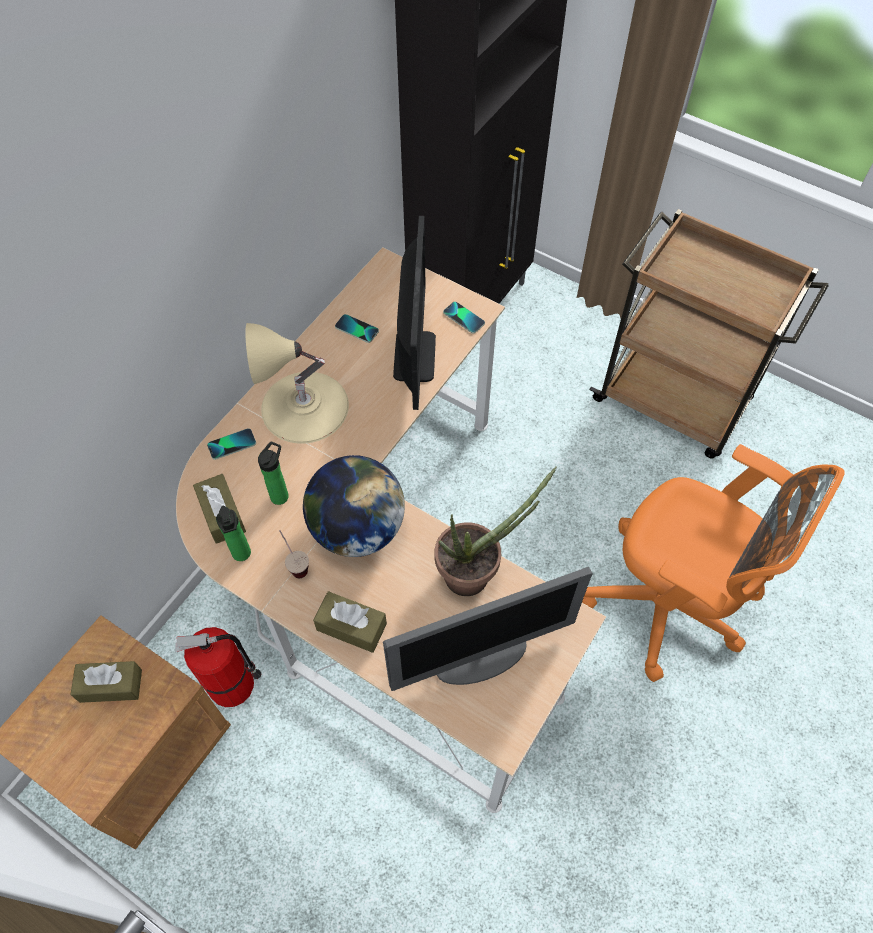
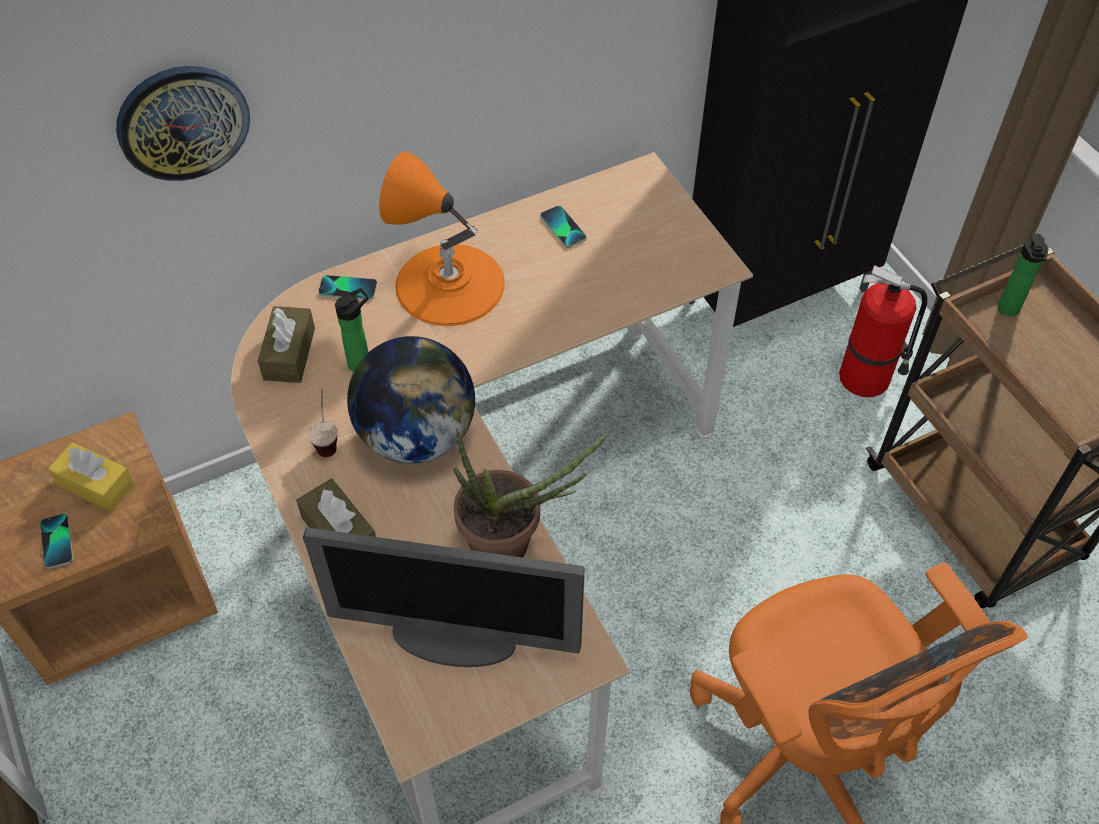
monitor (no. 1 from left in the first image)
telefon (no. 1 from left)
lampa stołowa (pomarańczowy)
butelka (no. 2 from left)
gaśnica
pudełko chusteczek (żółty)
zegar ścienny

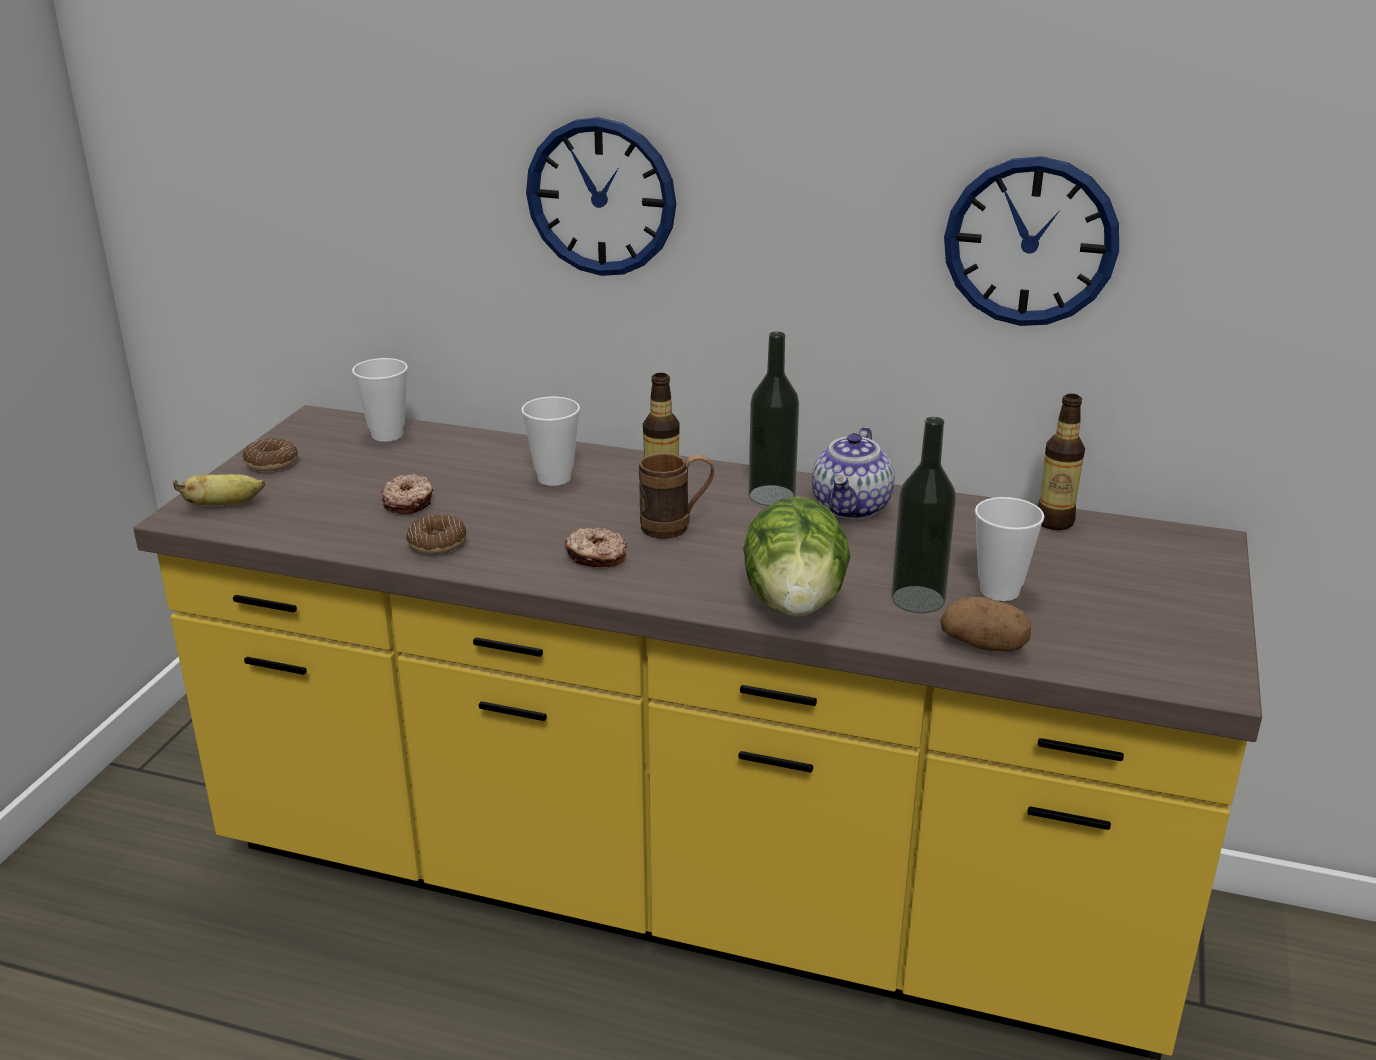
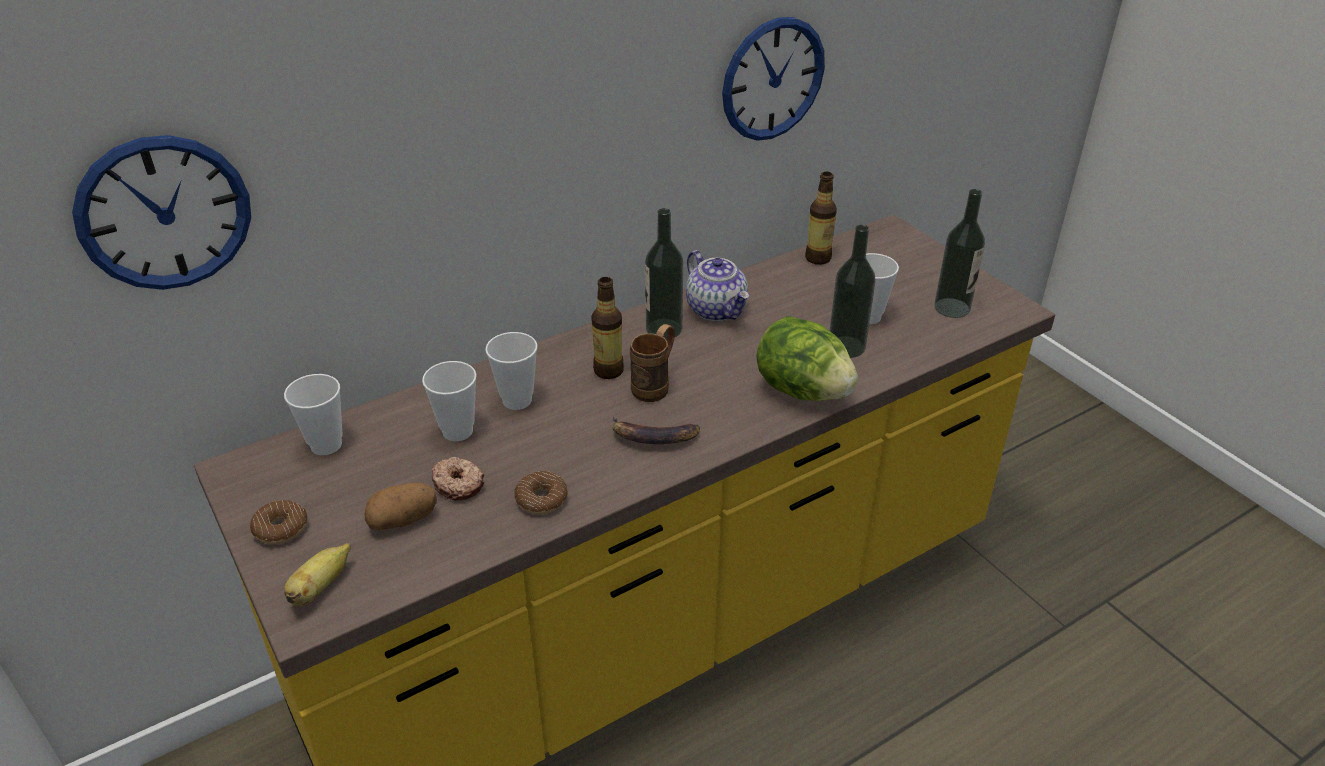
zegar ścienny (no. 1 from left)
banan (no. 2 from left)
ziemniak
butelka (no. 5 from left)
filiżanka (no. 2 from left)

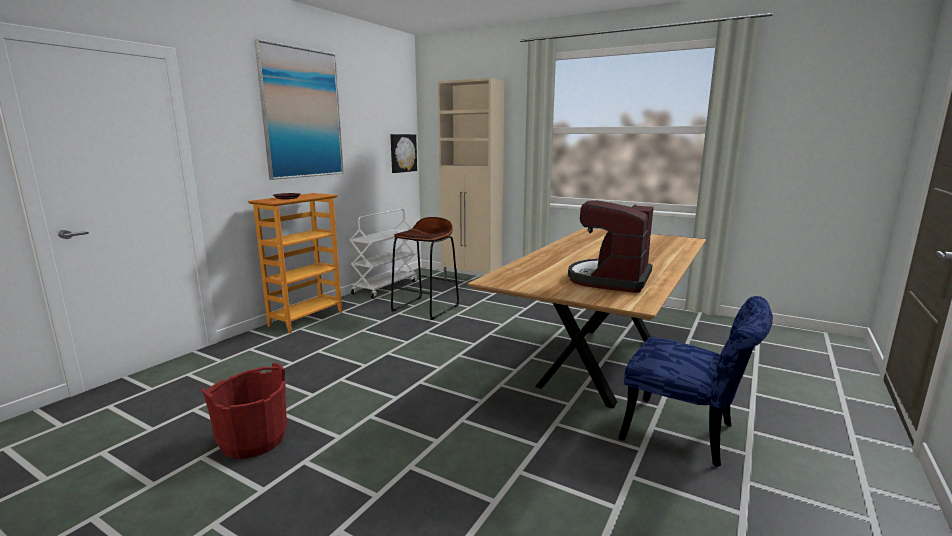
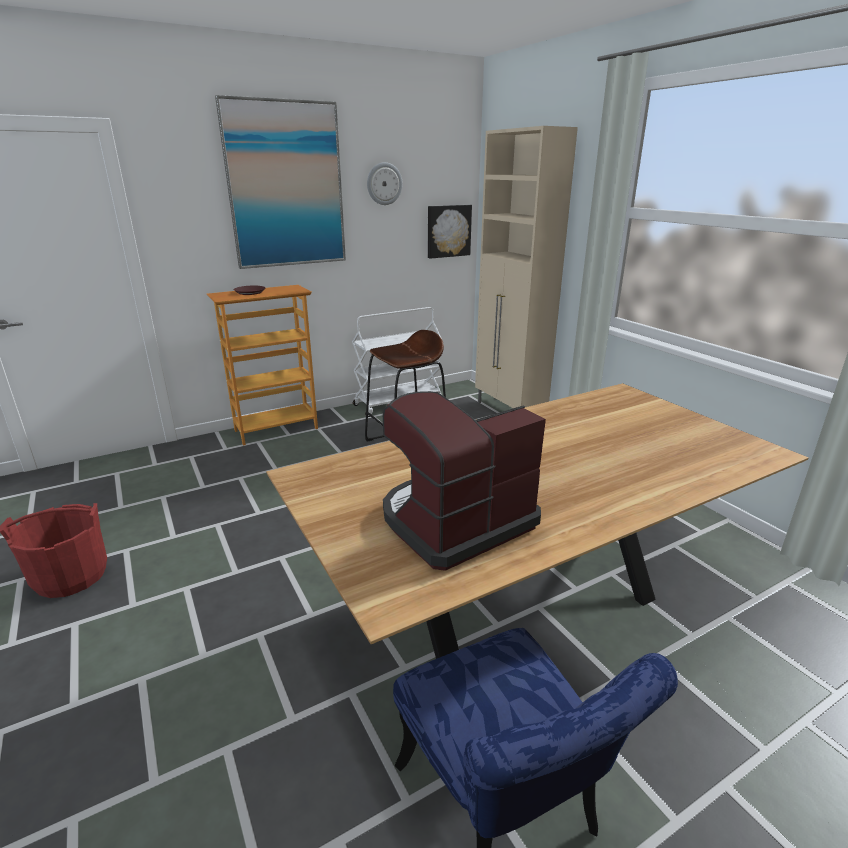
zegar ścienny

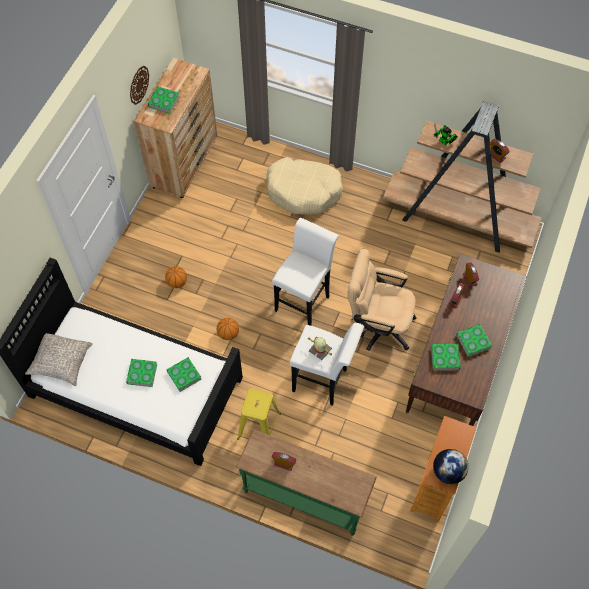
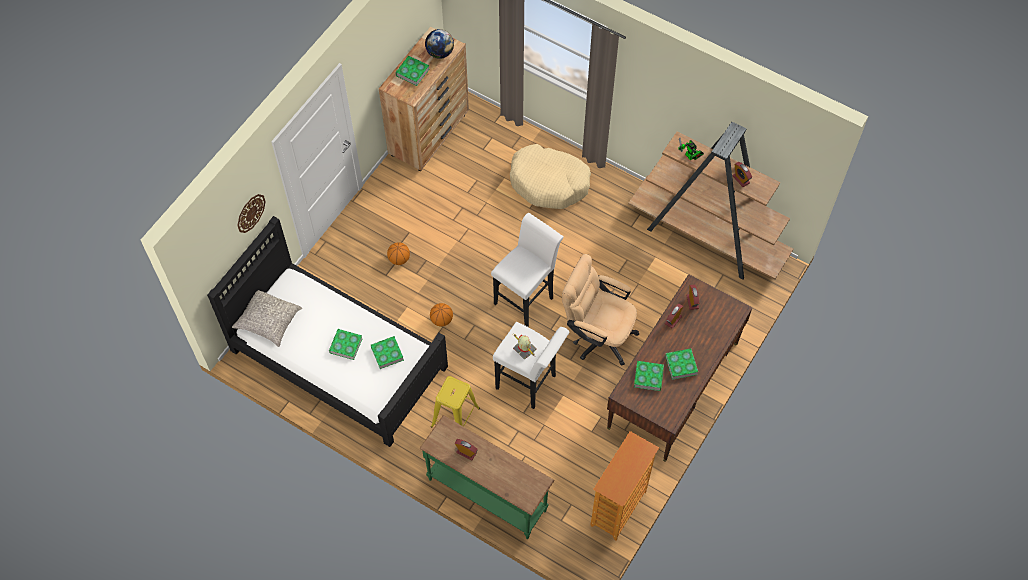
zegar ścienny
globus

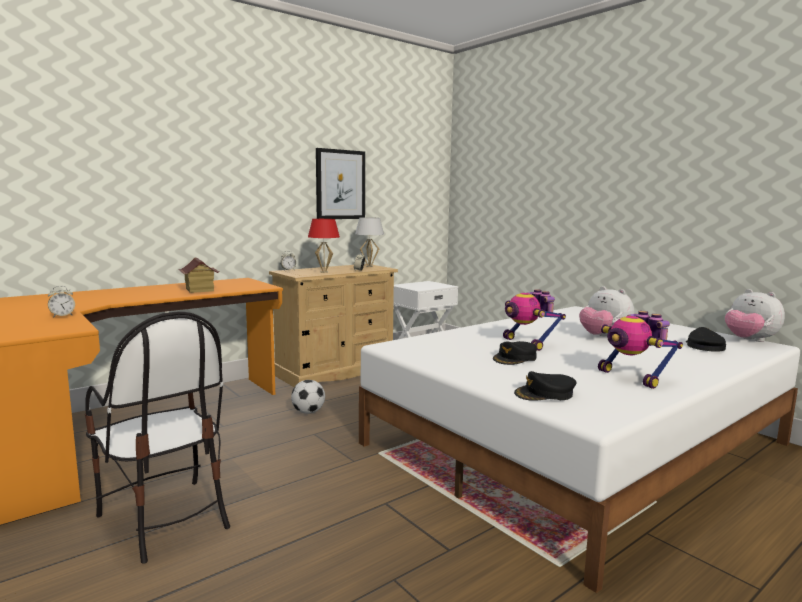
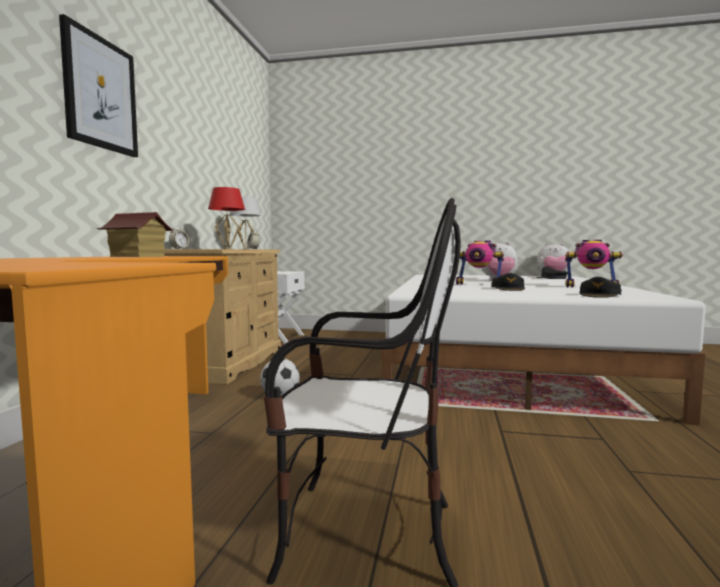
obraz
budzik (no. 1 from left in the first image)

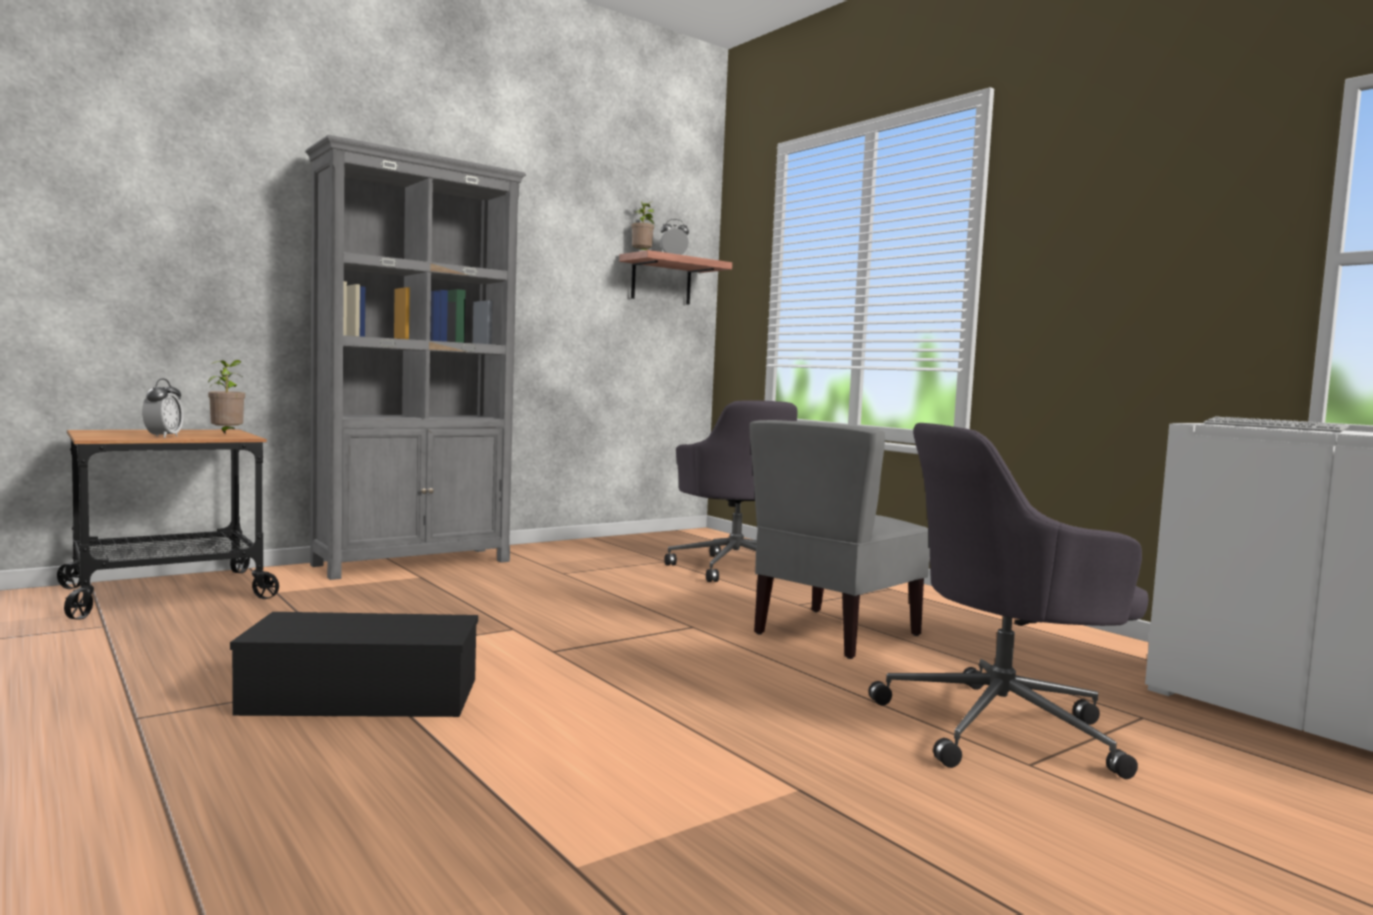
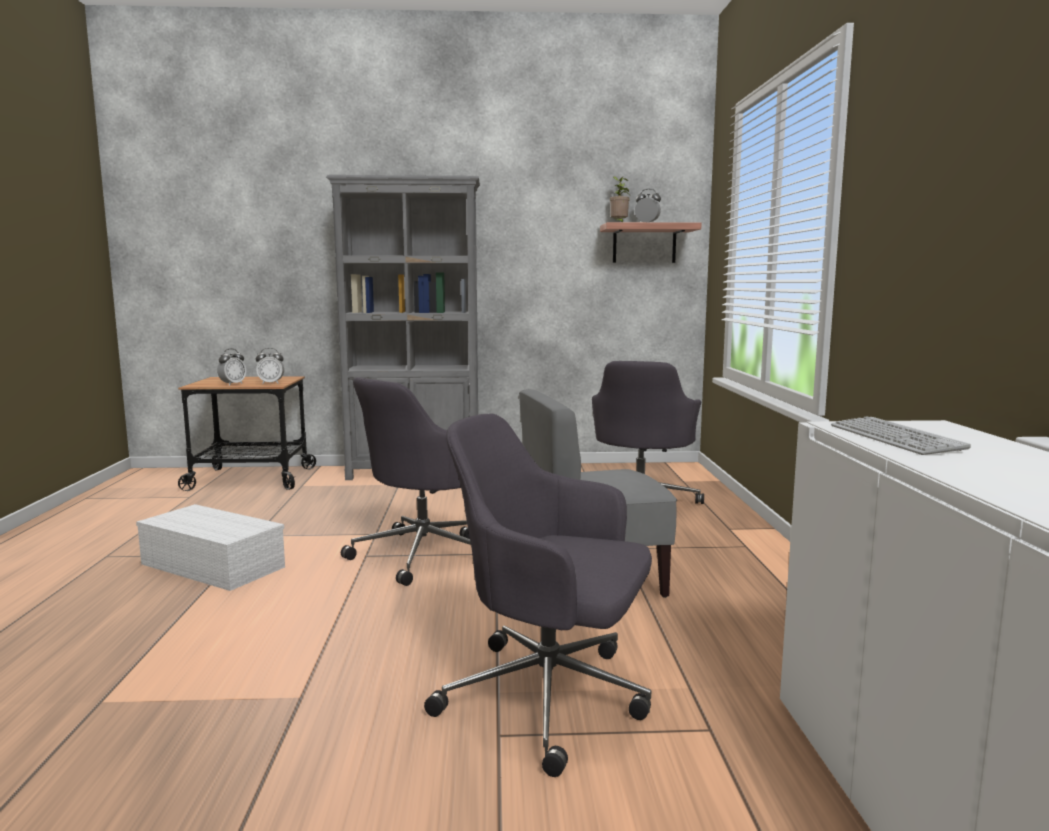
budzik (no. 2 from left)
pojemnik do przechowywania (biały)
krzesło biurowe (szary) (no. 1 from left)

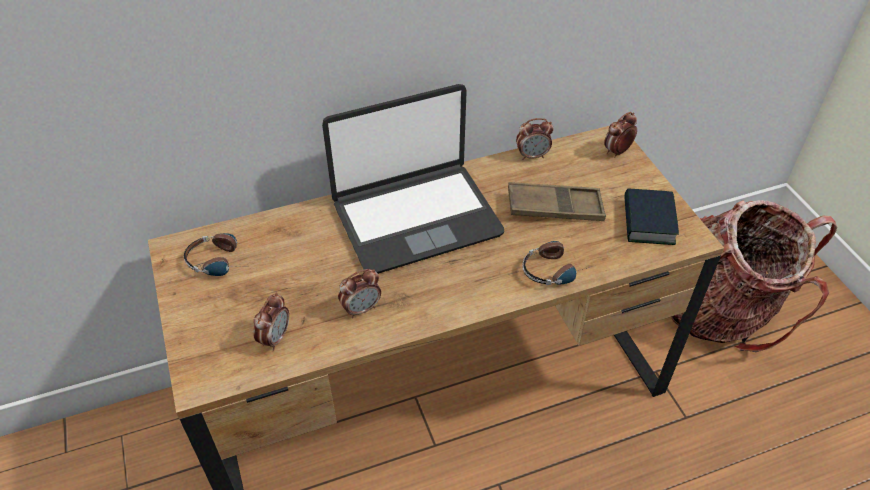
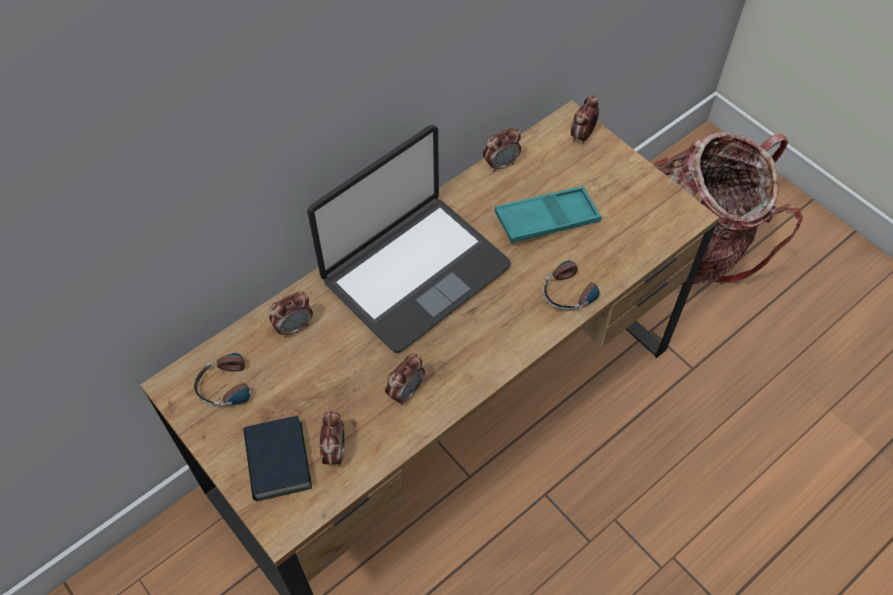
taca (turkusowy)
książka
budzik (no. 1 from left)

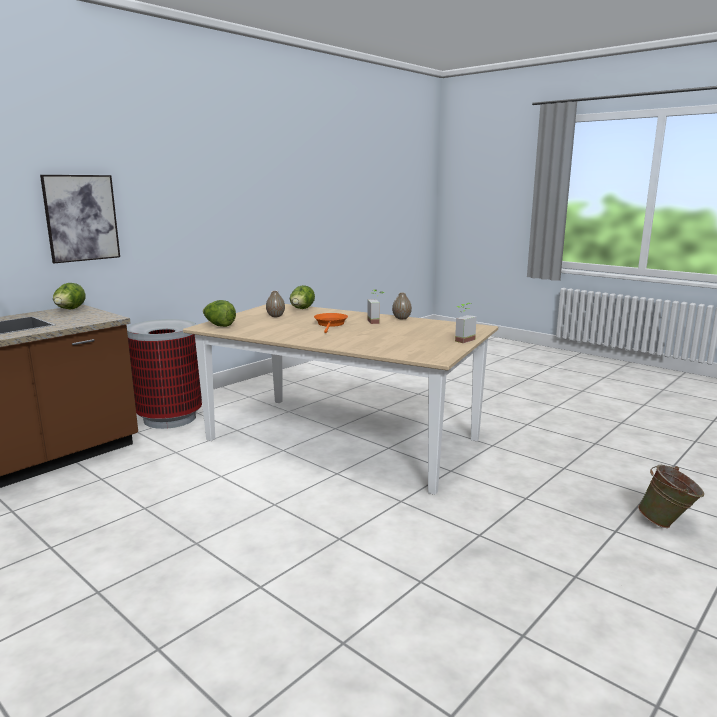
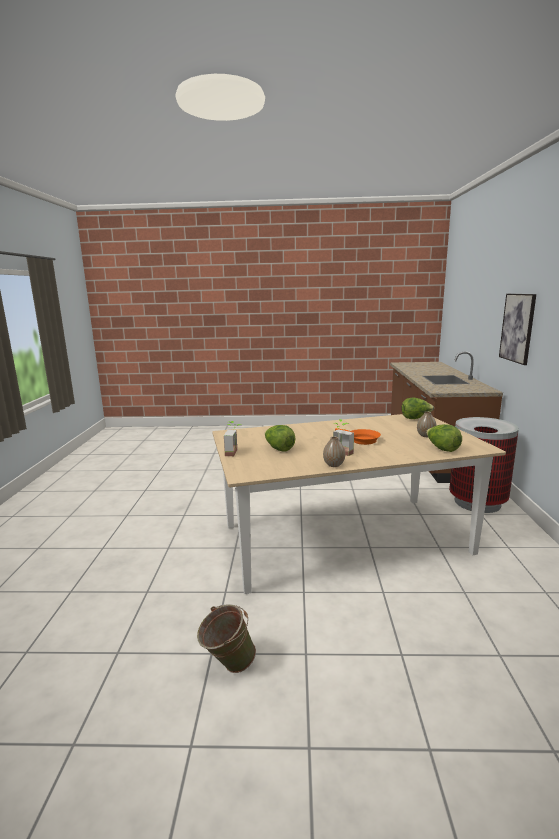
sałata (no. 1 from left)
wiadro (zielony)

